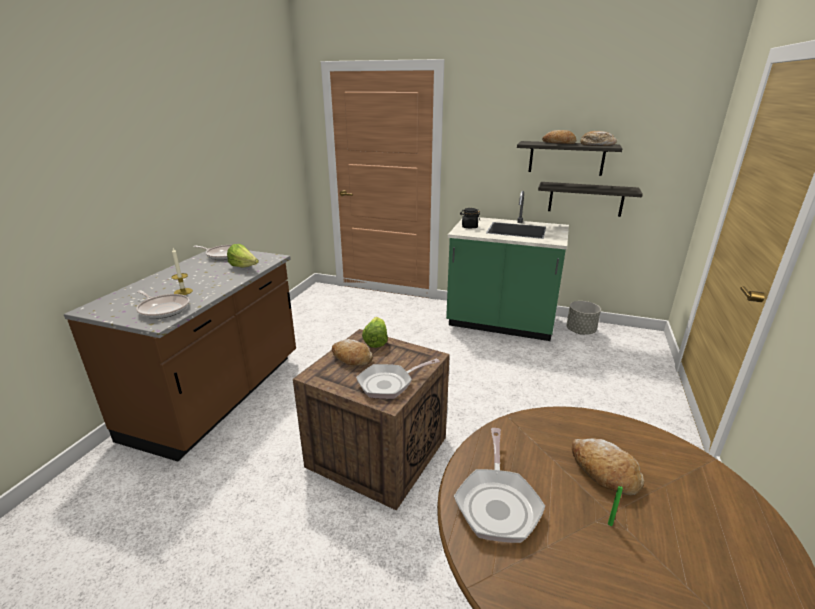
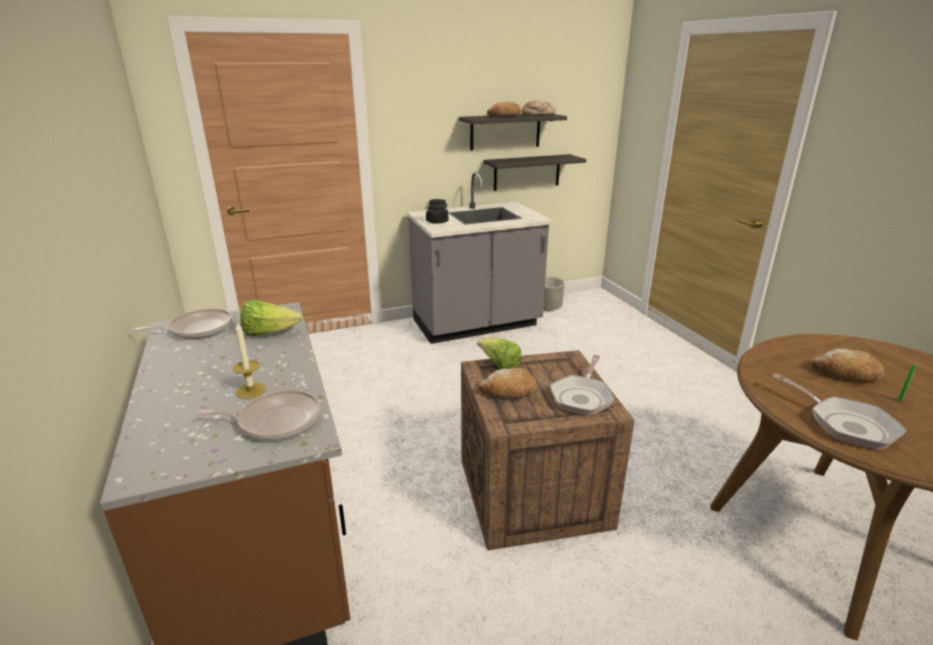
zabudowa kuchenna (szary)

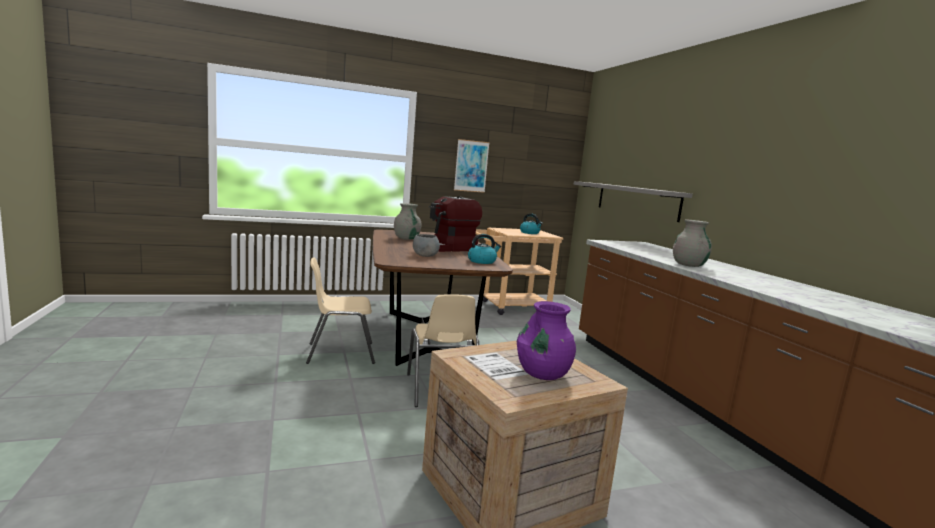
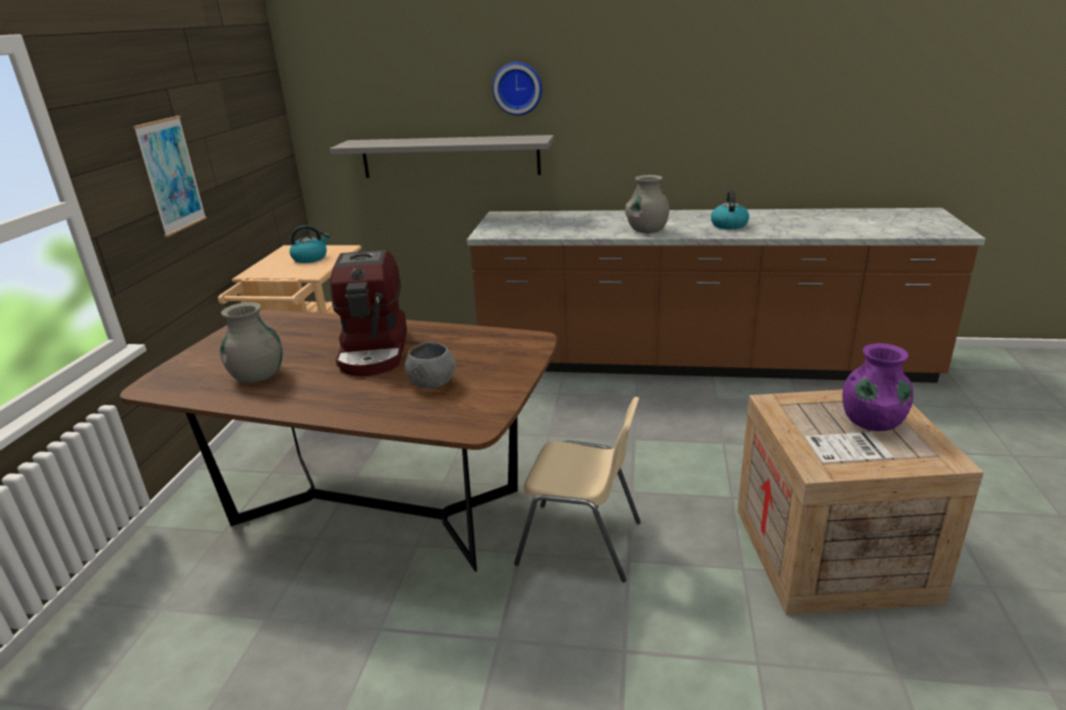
czajnik (no. 2 from left)
krzesło (beżowy) (no. 1 from left in the first image)
zegar ścienny

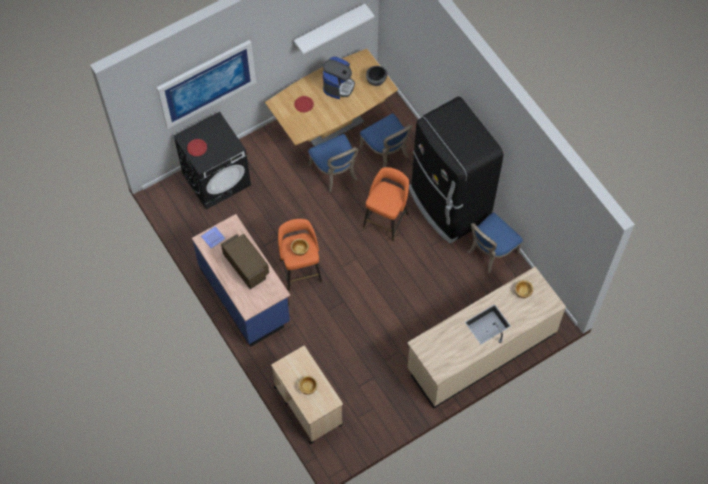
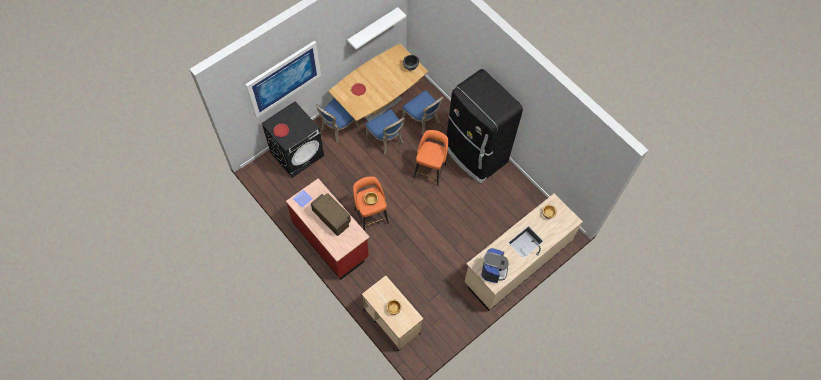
ekspres do kawy
krzesło (niebieski) (no. 1 from left)
zabudowa kuchenna (czerwony)

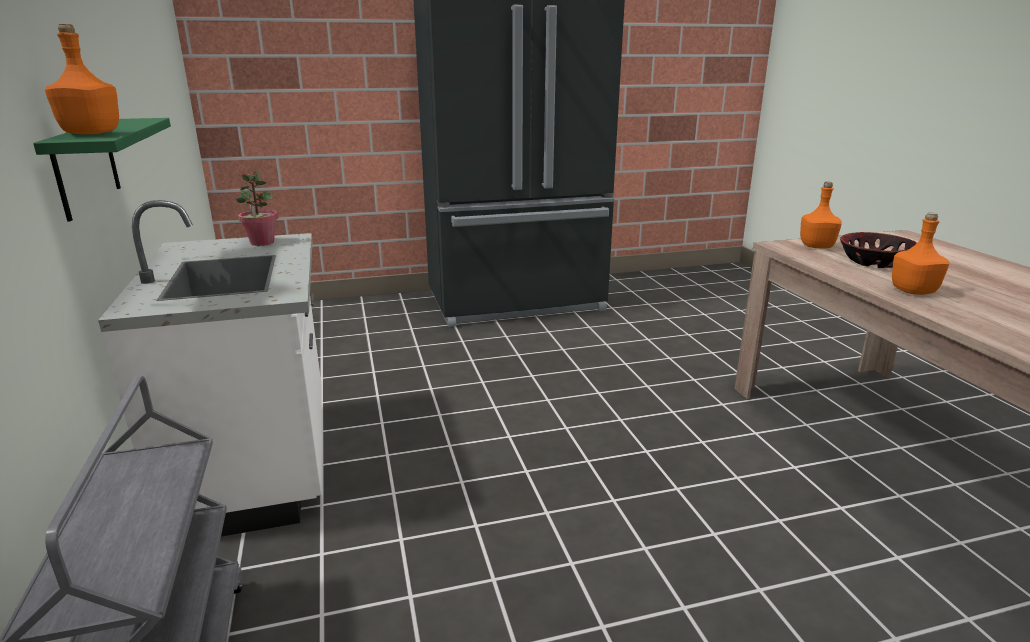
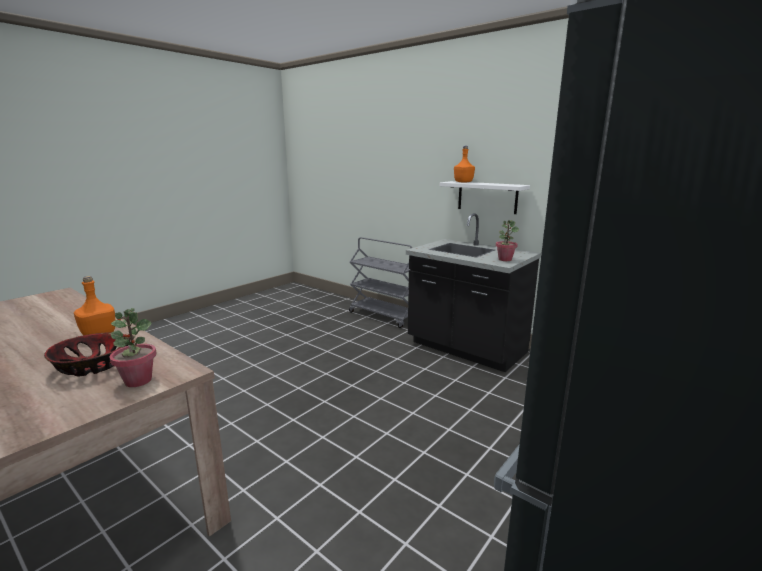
półka (biały)
roślina doniczkowa (no. 1 from left)
zabudowa kuchenna (czarny)

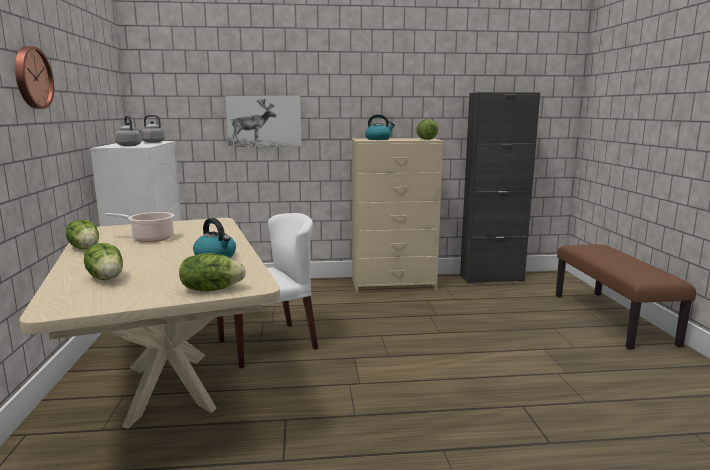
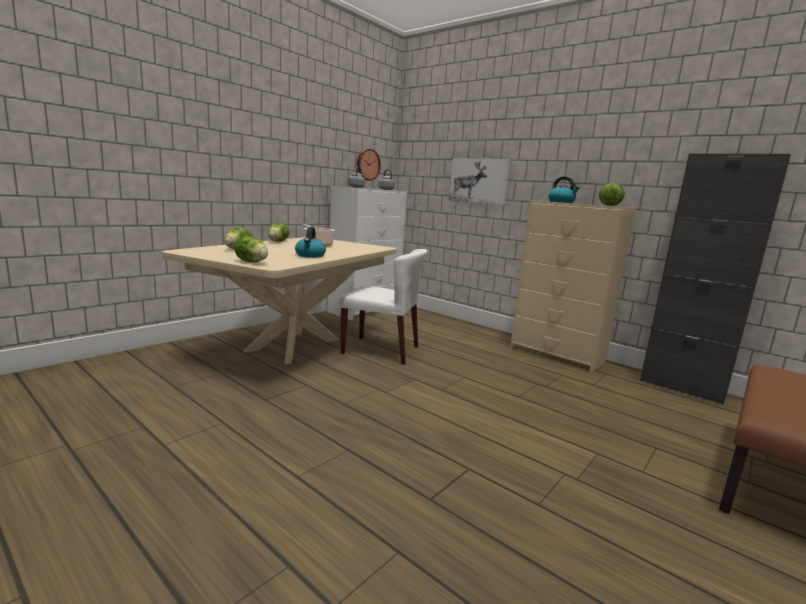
zegar ścienny

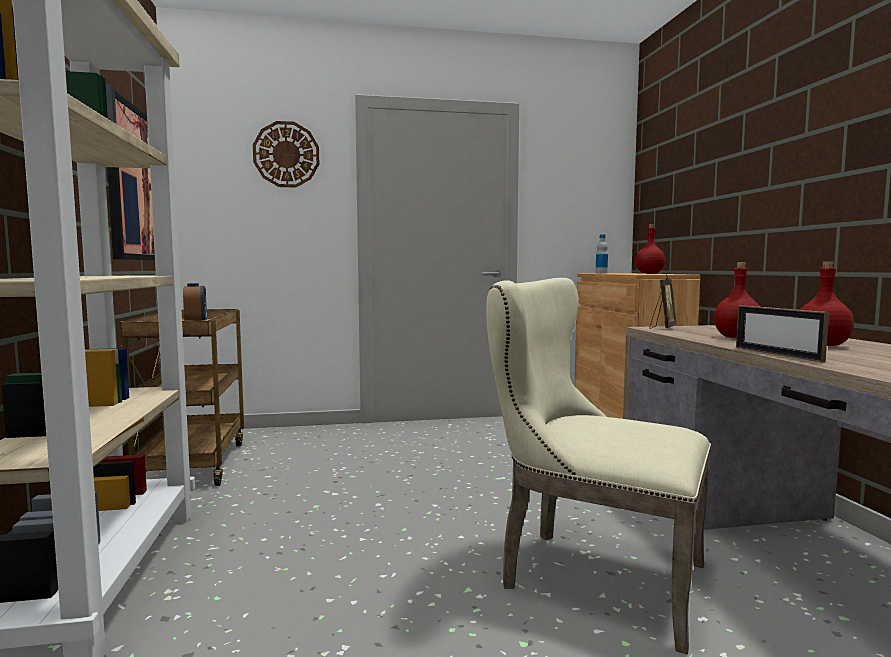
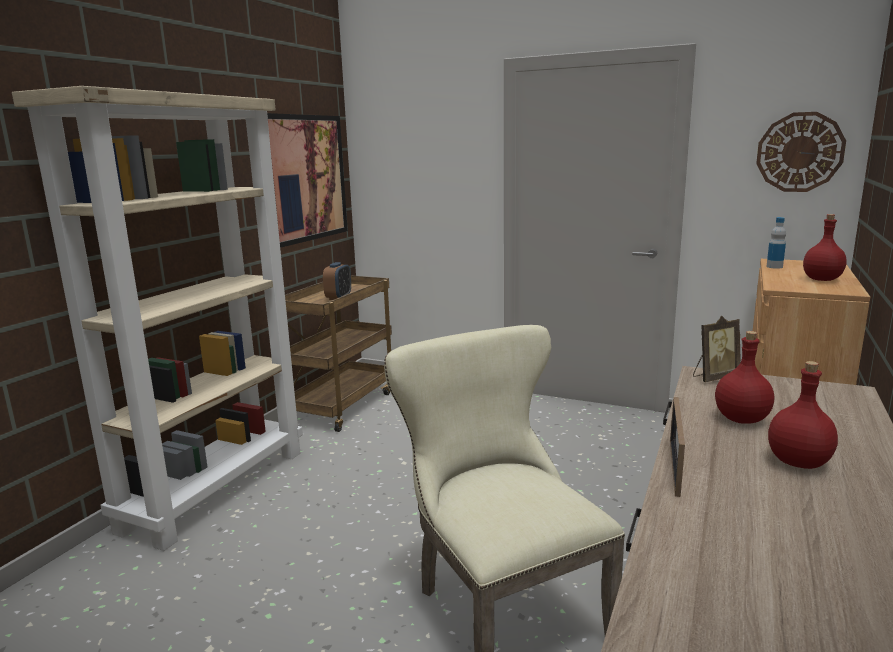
zegar ścienny

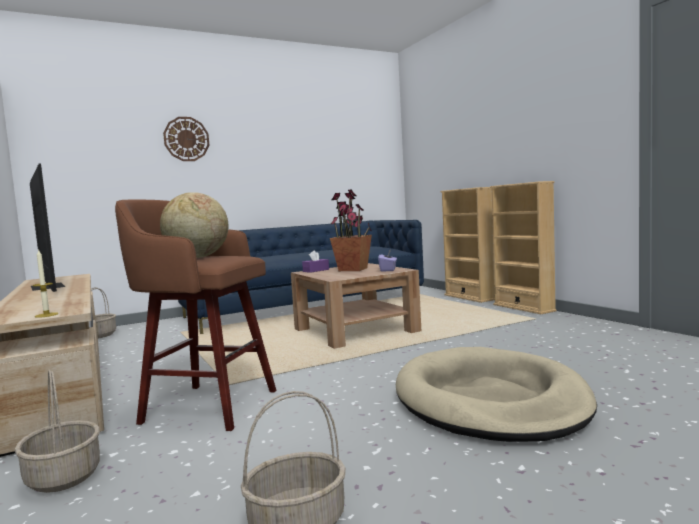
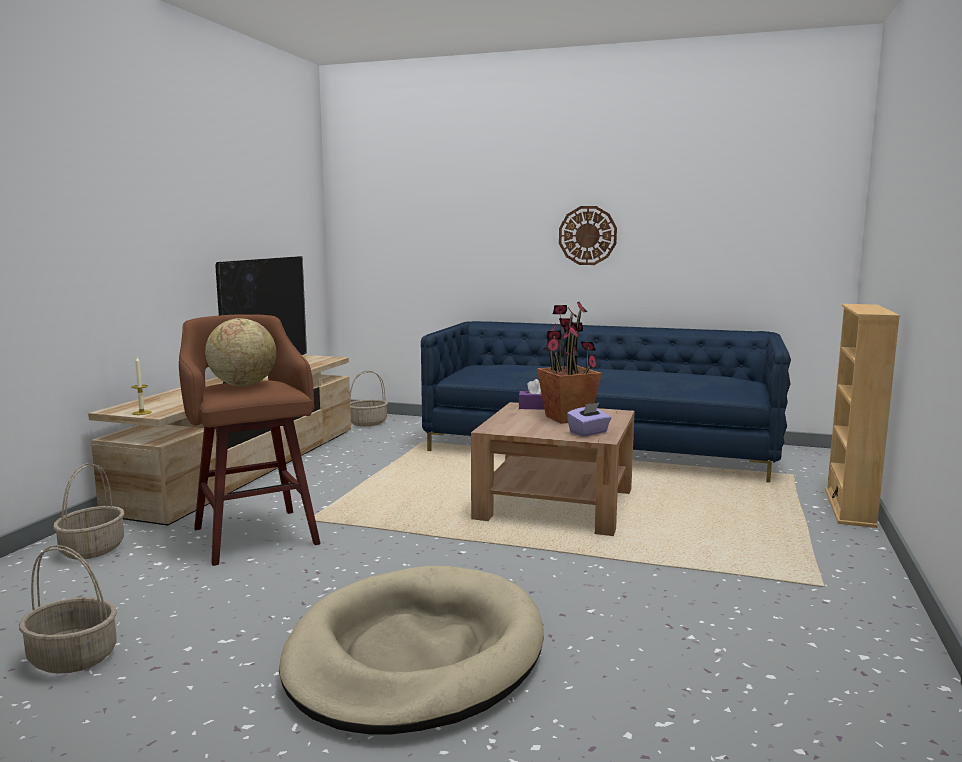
zegar ścienny
regał (beżowy) (no. 2 from left in the first image)

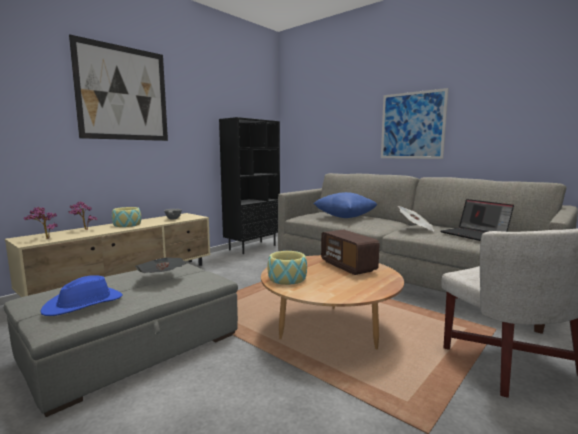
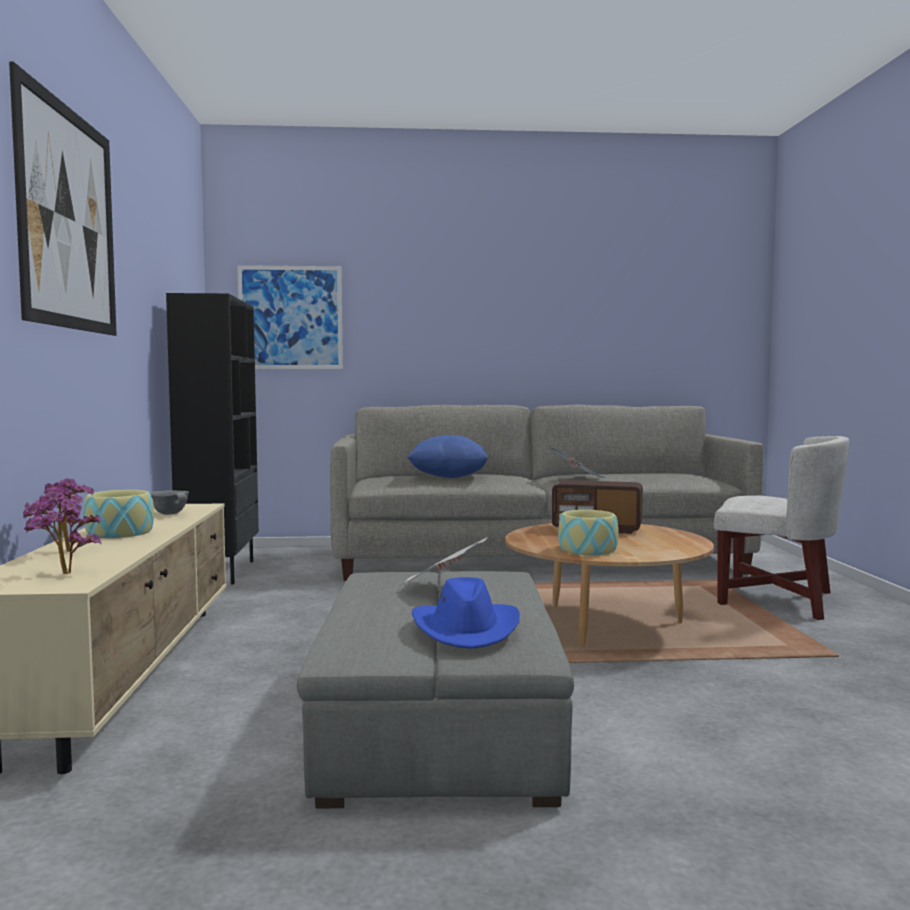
obraz (no. 2 from left)
laptop

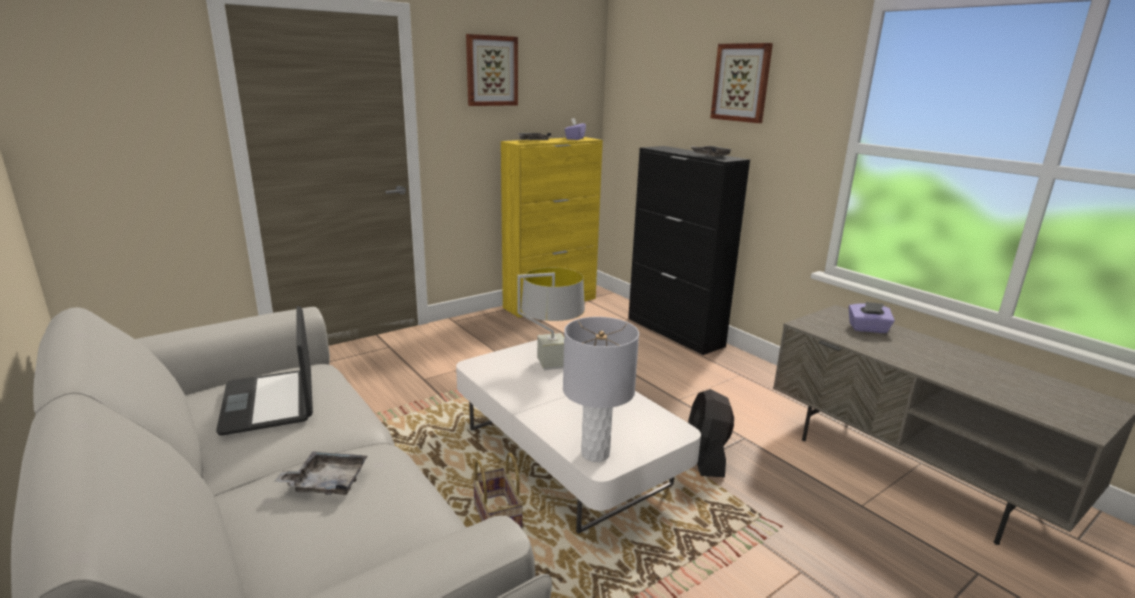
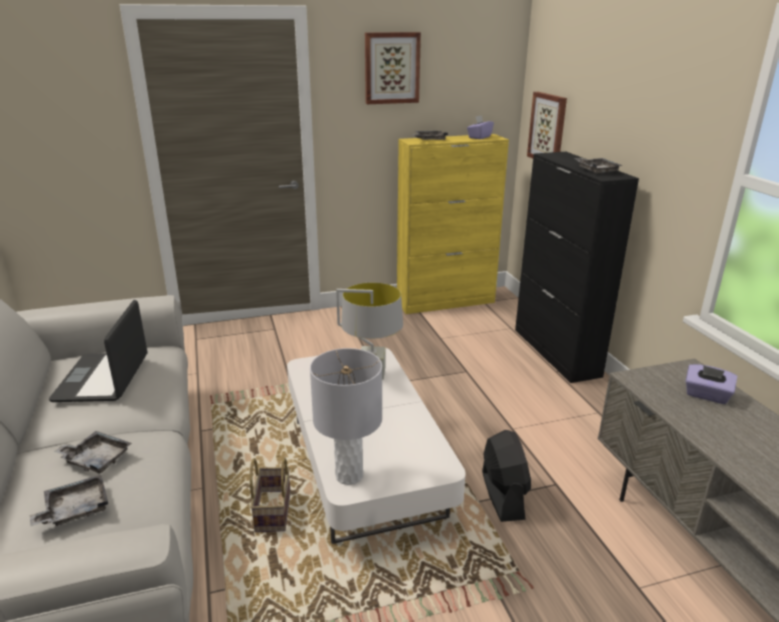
obraz (no. 2 from left)
wentylator (czarny)
taca (szary) (no. 1 from left)

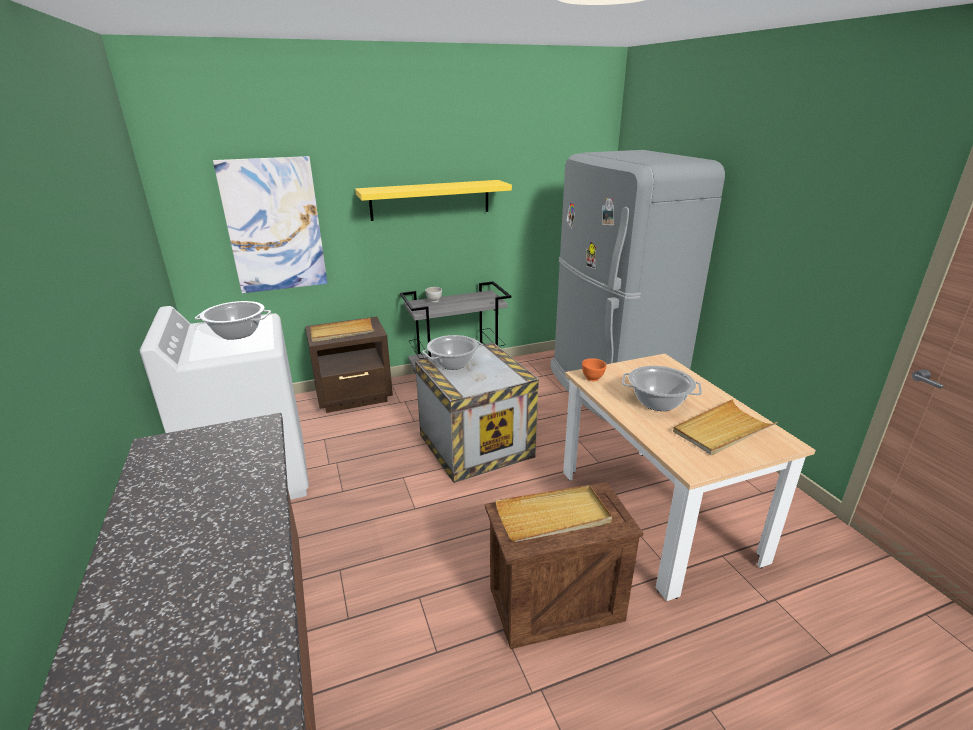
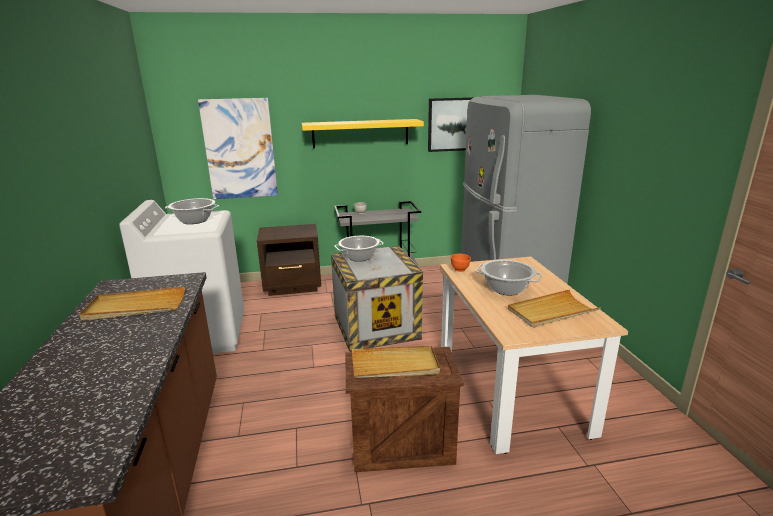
taca (beżowy) (no. 1 from left)
obraz (no. 2 from left)

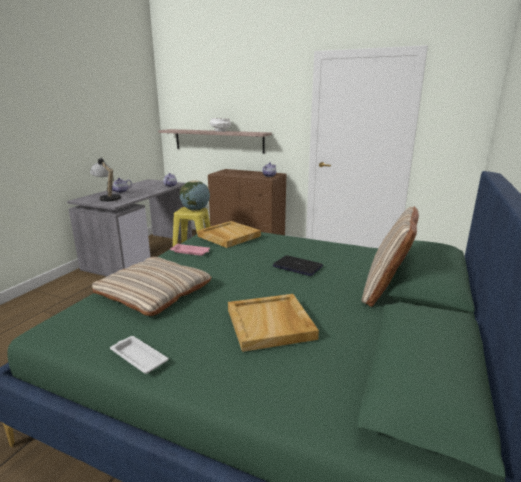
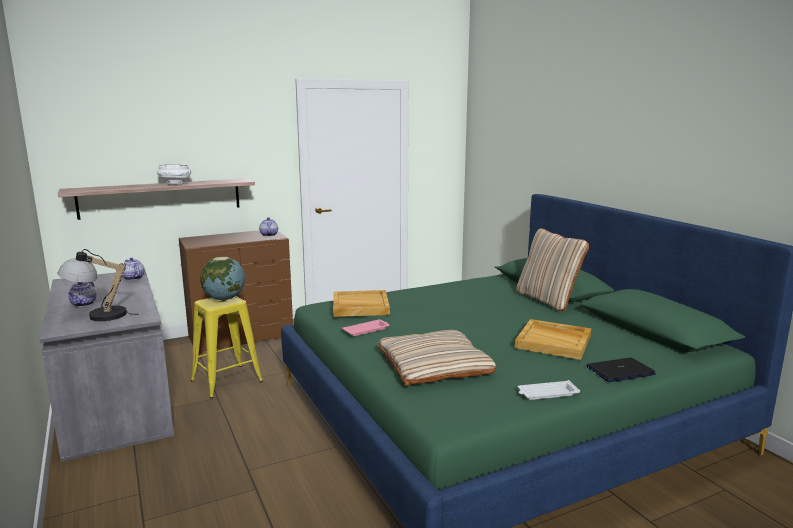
laptop

